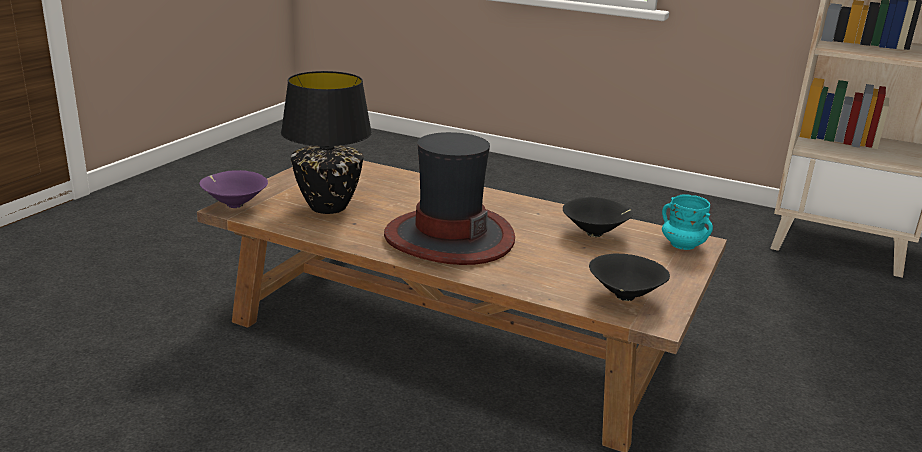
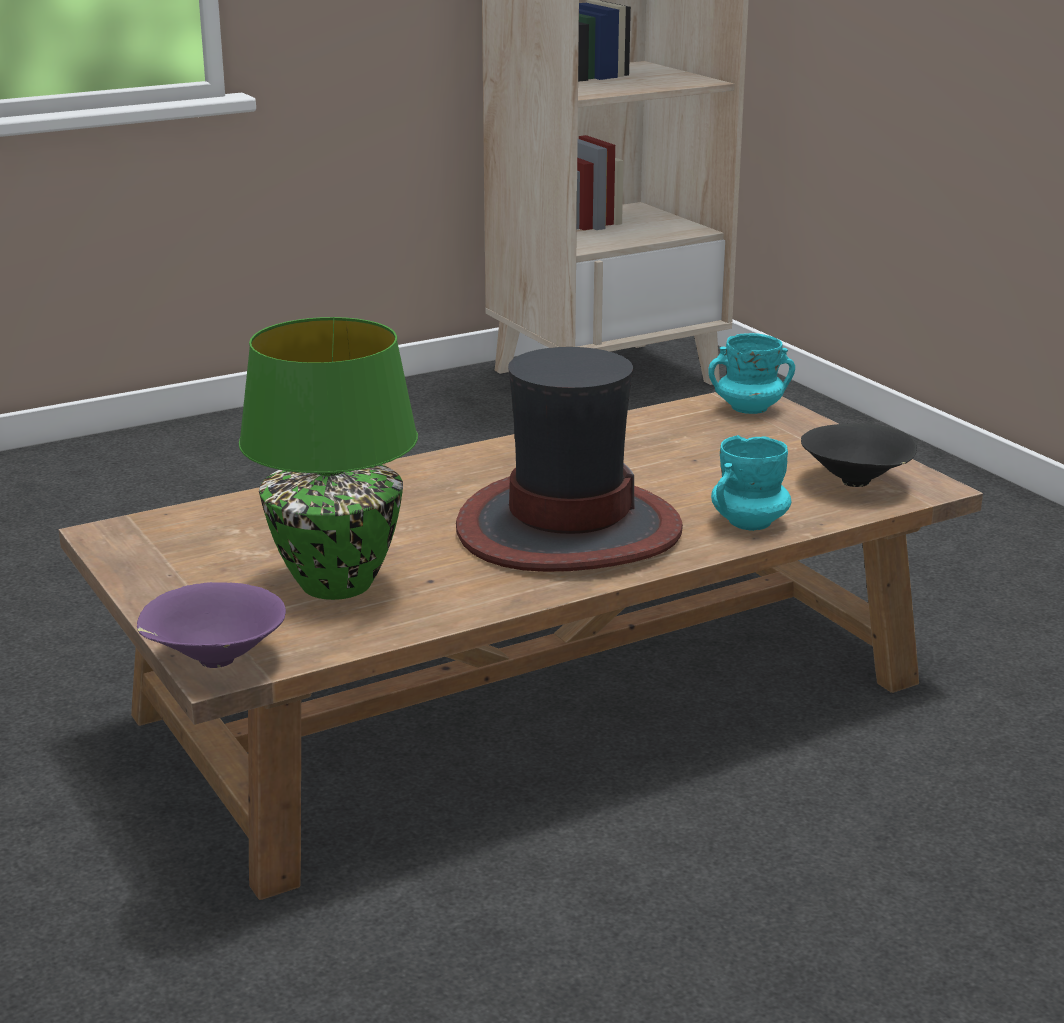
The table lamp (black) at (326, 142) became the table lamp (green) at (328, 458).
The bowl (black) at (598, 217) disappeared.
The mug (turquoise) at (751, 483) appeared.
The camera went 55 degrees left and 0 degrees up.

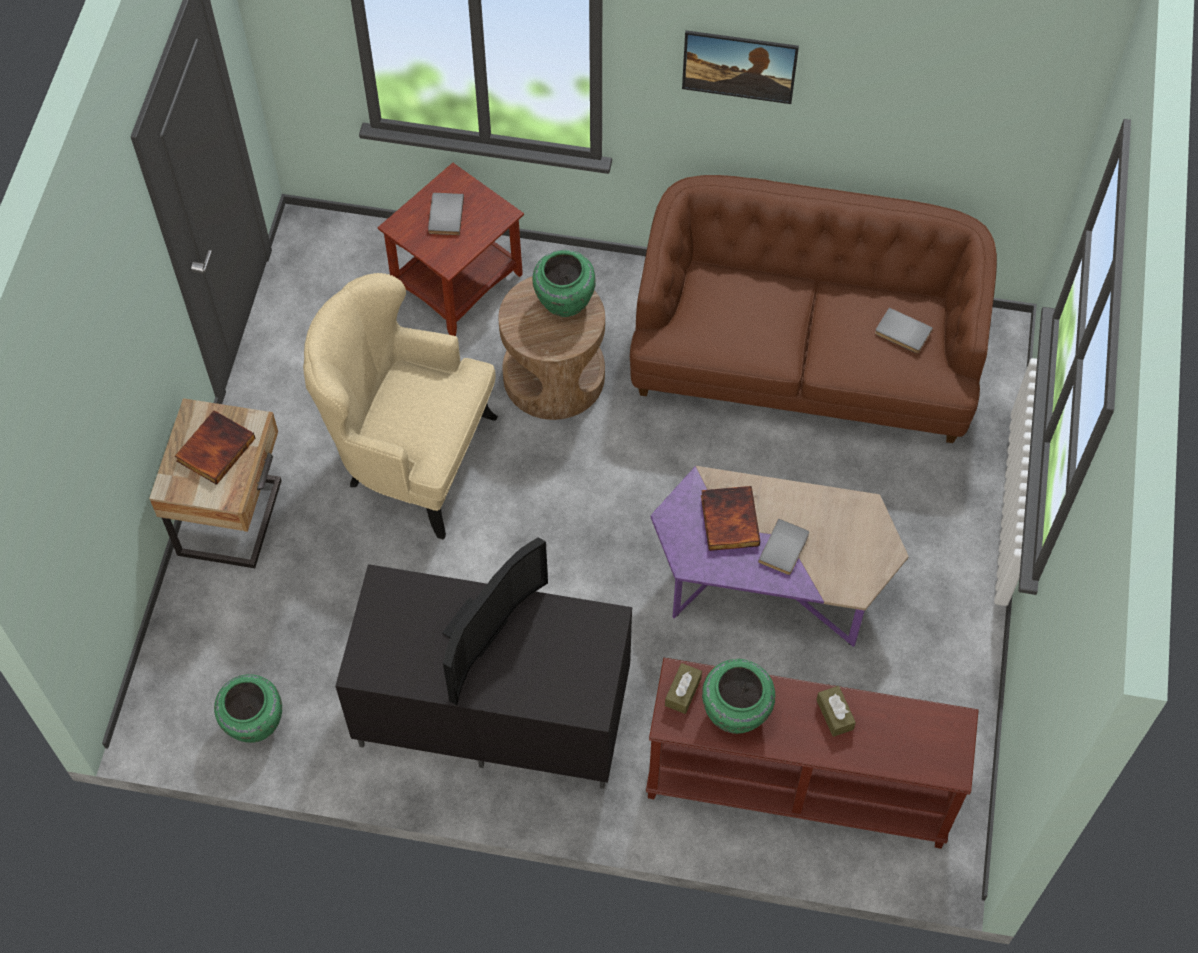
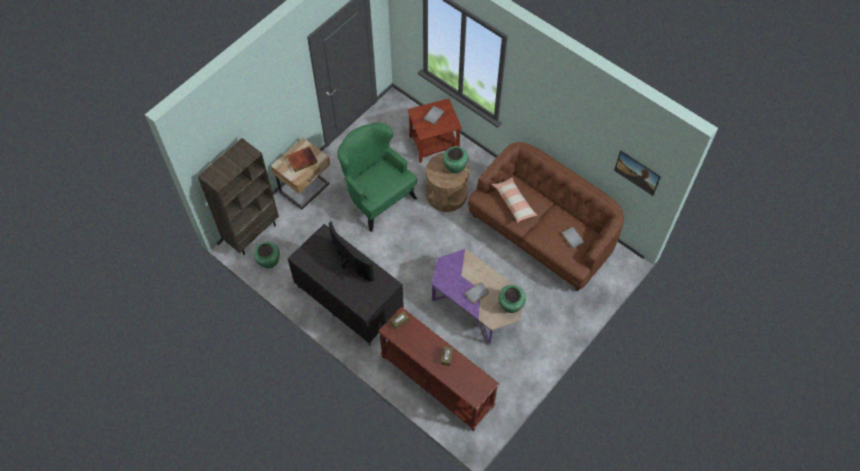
The picture moved from (740, 67) to (637, 173).
The armchair (beige) at (400, 406) became the armchair (green) at (377, 177).
The book at (730, 518) disappeared.
The television at (495, 621) turned 105 degrees counterclockwise.
The vase (green) moved from (738, 696) to (512, 299).
The bookcase (brown) at (238, 196) appeared.
The pillow at (515, 200) appeared.
The camera went 30 degrees right and 0 degrees up.

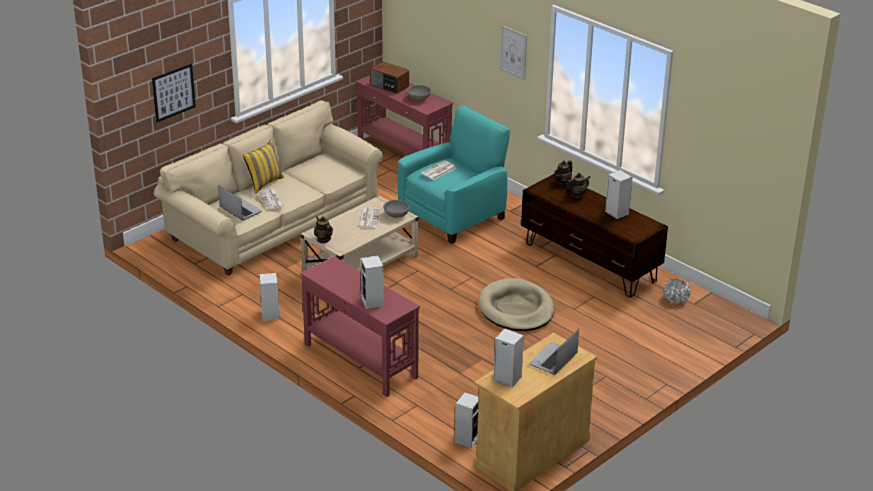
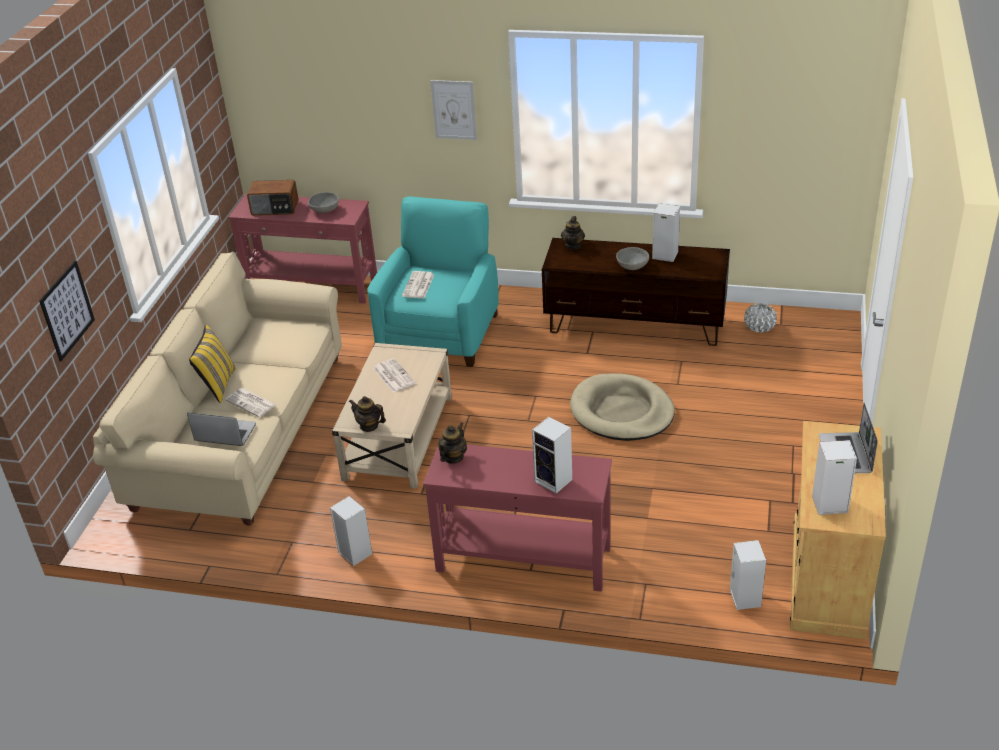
The teapot moved from (578, 186) to (452, 443).
The bowl (grey) moved from (396, 209) to (632, 258).
The camera went 30 degrees left and 5 degrees up.

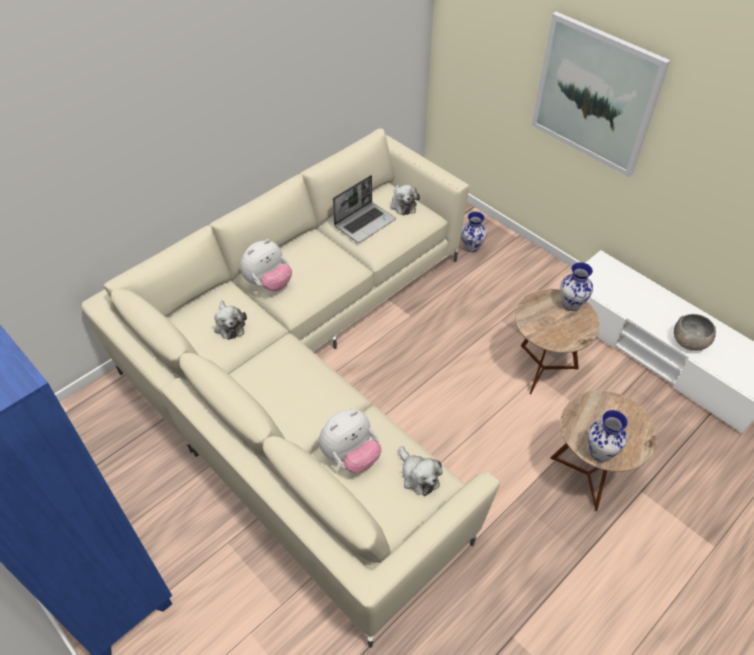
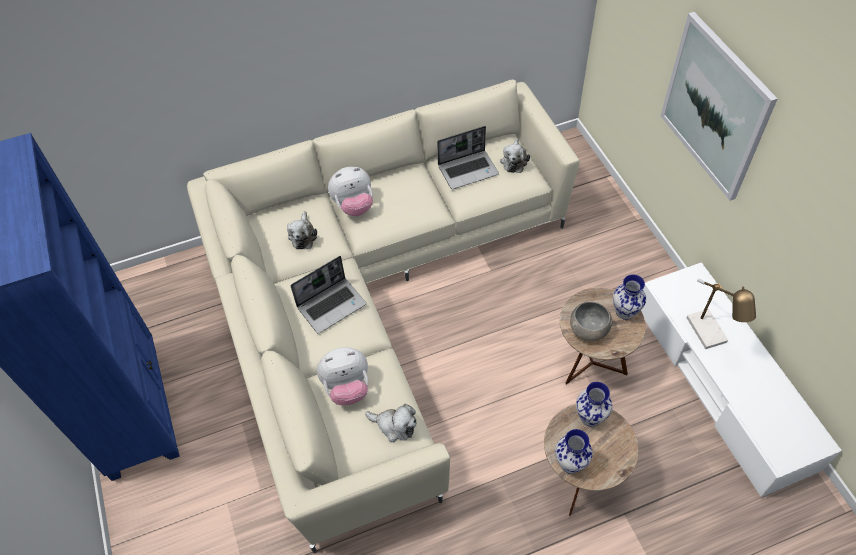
The vase moved from (474, 232) to (594, 404).
The bowl (grey) moved from (695, 332) to (591, 321).
The plush toy at (421, 471) turned 60 degrees counterclockwise.
The laptop at (328, 295) appeared.
The table lamp at (721, 314) appeared.
The camera went 25 degrees right and 5 degrees up.

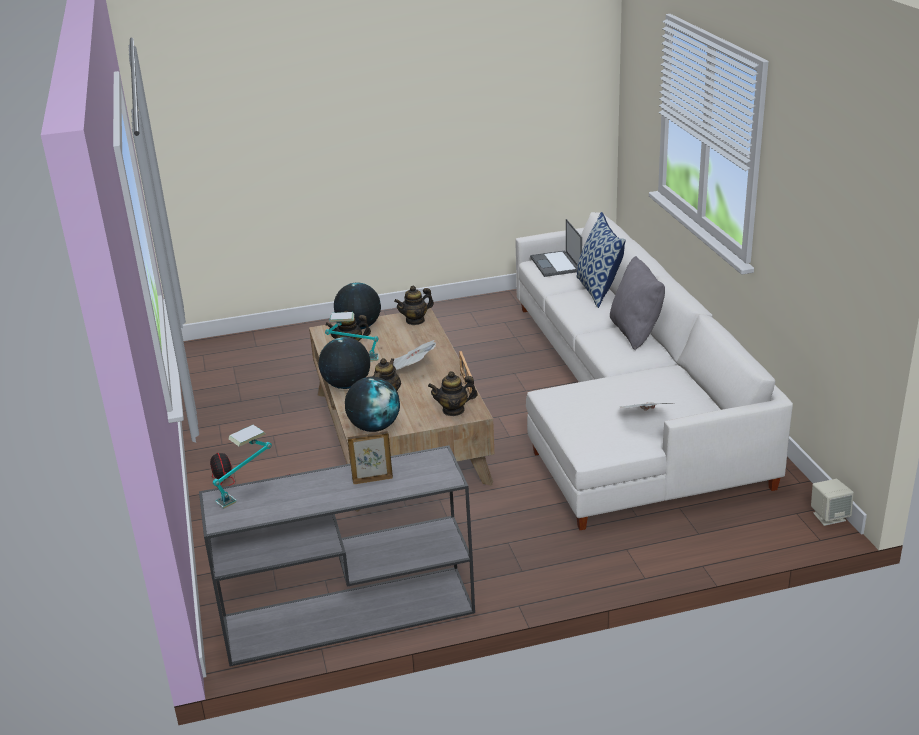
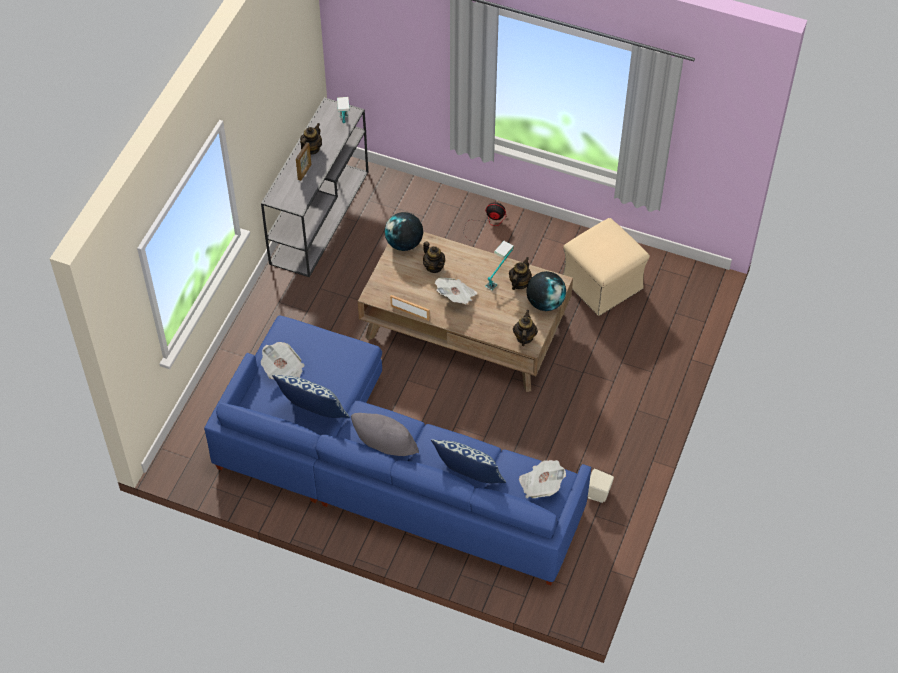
The sofa (white) at (654, 371) became the sofa (blue) at (397, 450).
The laptop at (556, 248) was replaced by the newspaper at (542, 479).
The globe at (344, 363) disappeared.
The teapot moved from (453, 393) to (311, 138).
The speaker (beige) moved from (832, 502) to (601, 486).
The ottoman (beige) at (606, 267) appeared.
The pillow at (311, 396) appeared.
The camera went 125 degrees right and 25 degrees up.

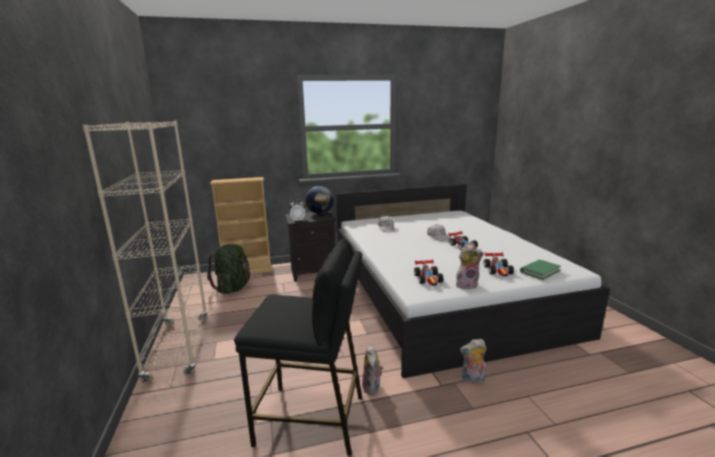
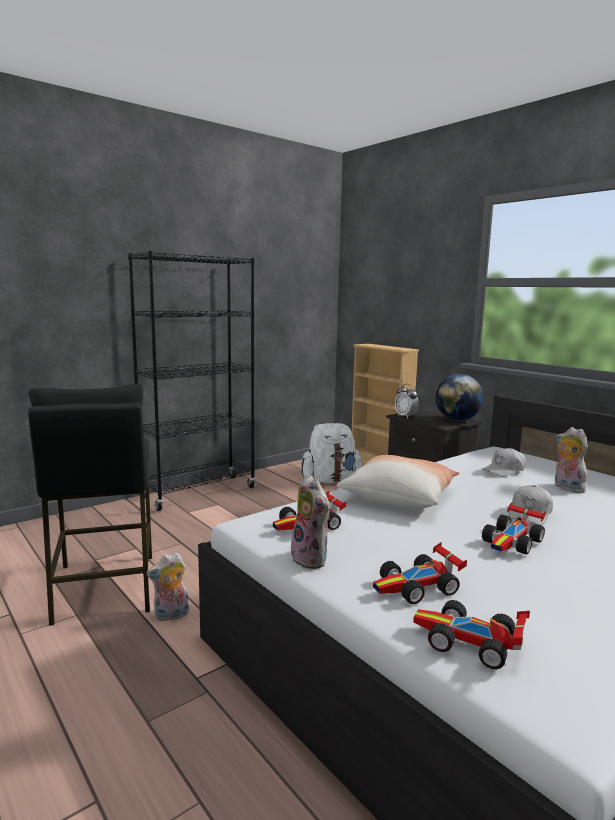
The bookcase (beige) at (145, 252) became the bookcase (black) at (191, 381).
The backpack (green) at (228, 269) became the backpack (white) at (331, 453).
The book (green) at (540, 269) was replaced by the toy car at (471, 634).
The plush toy moved from (473, 361) to (571, 460).
The pillow at (397, 481) appeared.
The camera went 65 degrees right and 5 degrees down.

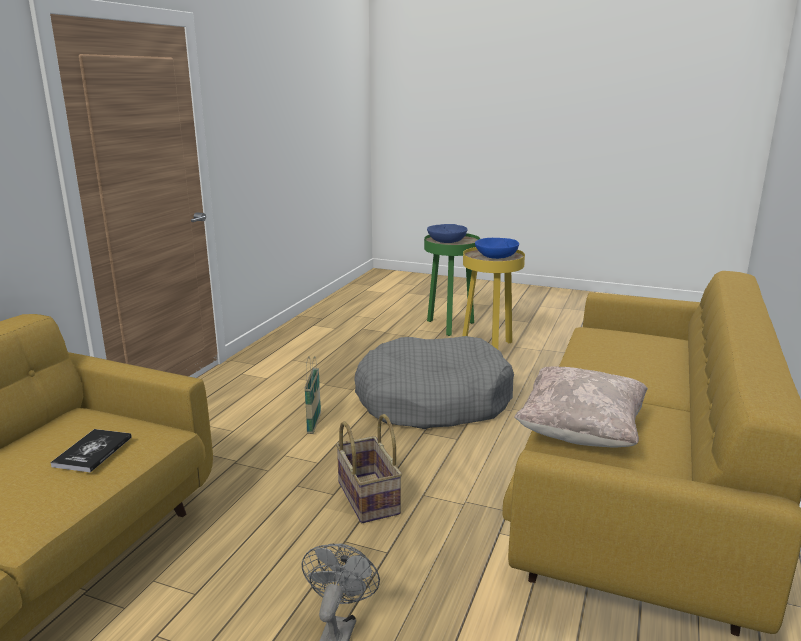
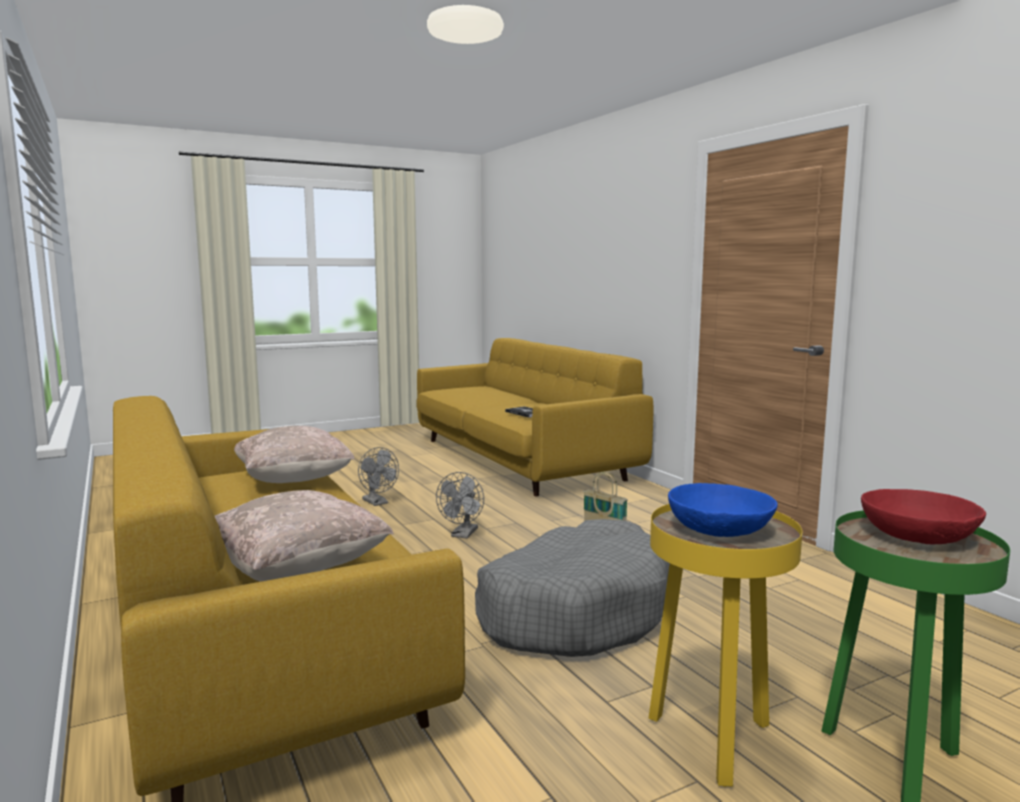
The bowl (blue) at (447, 233) became the bowl (red) at (923, 516).
The basket at (369, 468) was replaced by the fan (grey) at (460, 505).
The pillow (beige) at (304, 536) appeared.
The camera went 130 degrees right and 10 degrees down.

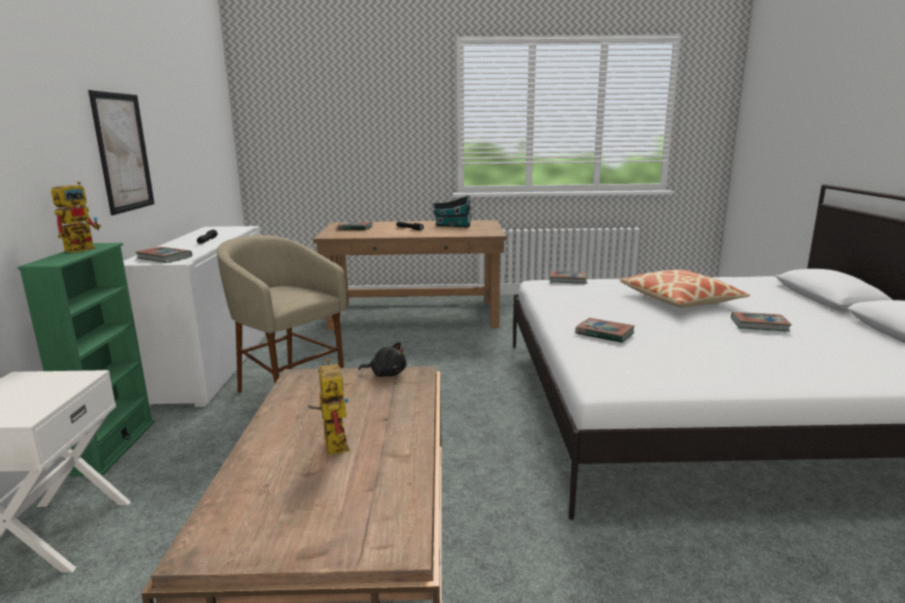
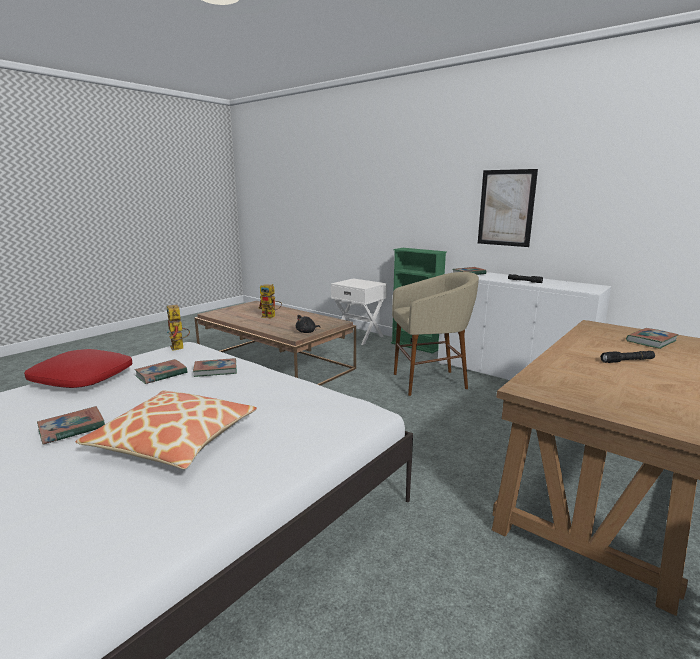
The toy robot moved from (76, 217) to (178, 328).
The toy house at (452, 211) disappeared.
The book moved from (569, 277) to (161, 371).
The pillow (red) at (78, 368) appeared.
The camera went 130 degrees right and 0 degrees up.

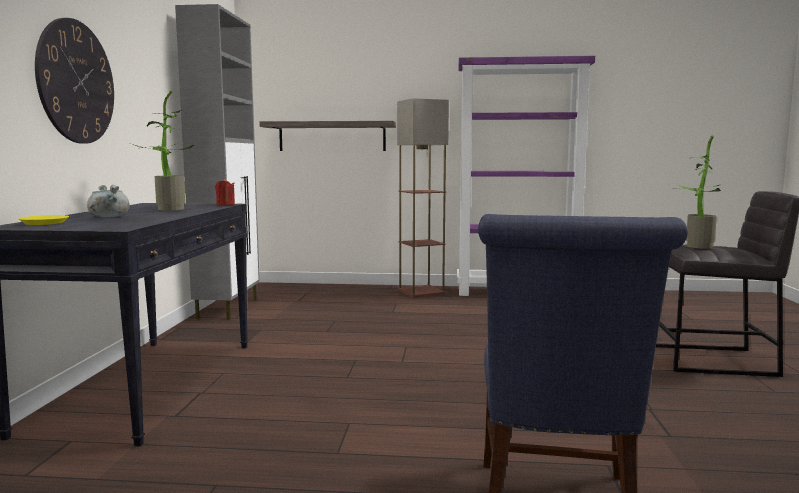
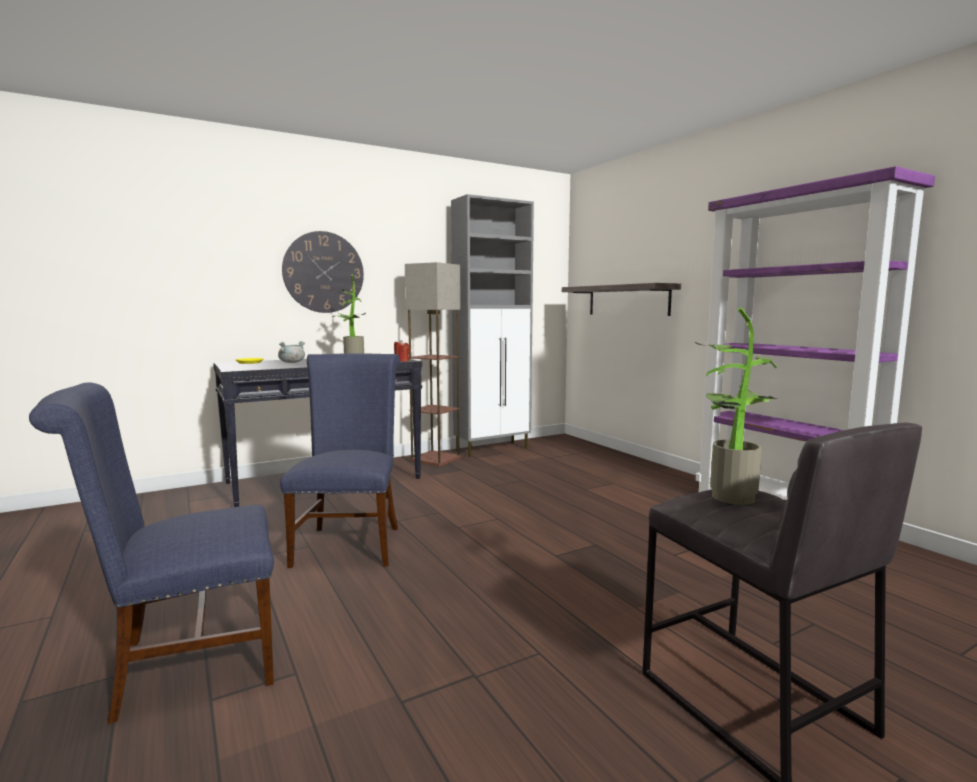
The floor lamp moved from (423, 198) to (433, 364).
The chair (blue) at (340, 460) appeared.
The camera went 55 degrees right and 0 degrees up.

